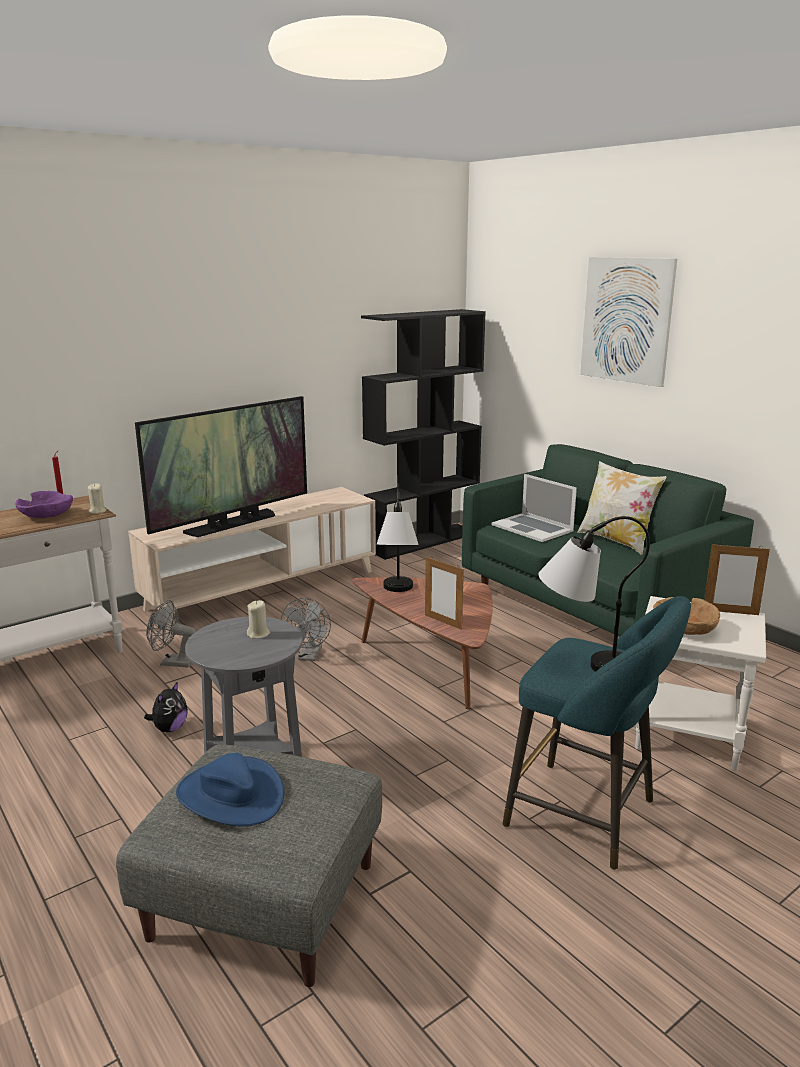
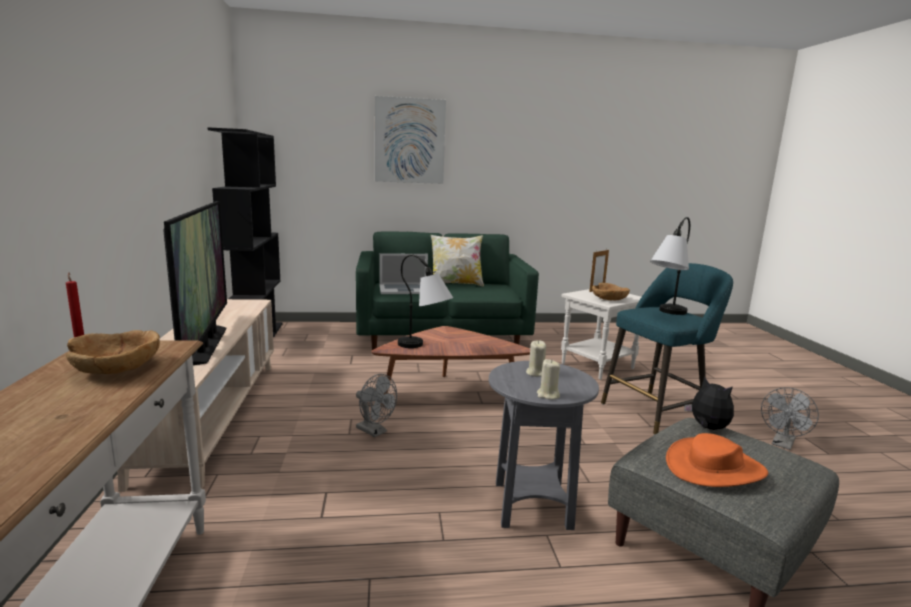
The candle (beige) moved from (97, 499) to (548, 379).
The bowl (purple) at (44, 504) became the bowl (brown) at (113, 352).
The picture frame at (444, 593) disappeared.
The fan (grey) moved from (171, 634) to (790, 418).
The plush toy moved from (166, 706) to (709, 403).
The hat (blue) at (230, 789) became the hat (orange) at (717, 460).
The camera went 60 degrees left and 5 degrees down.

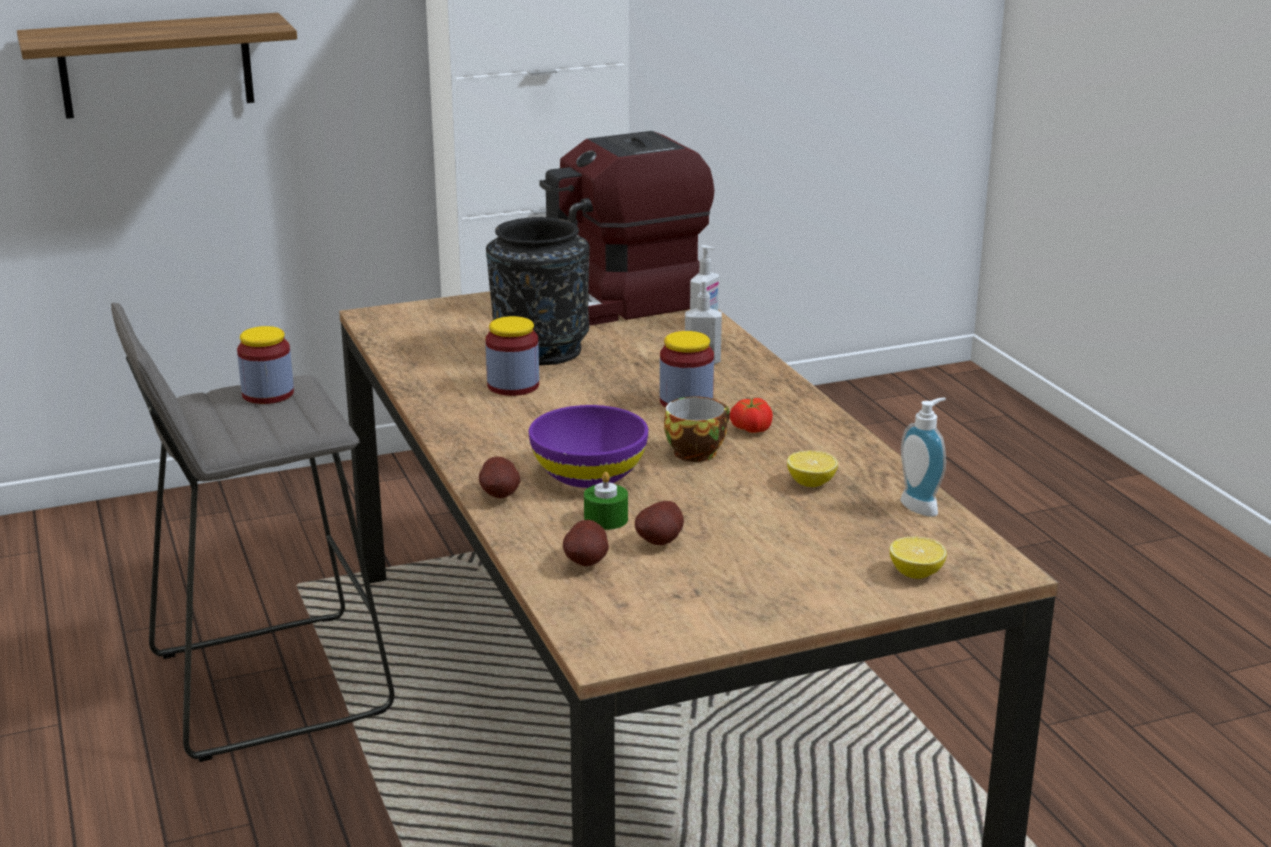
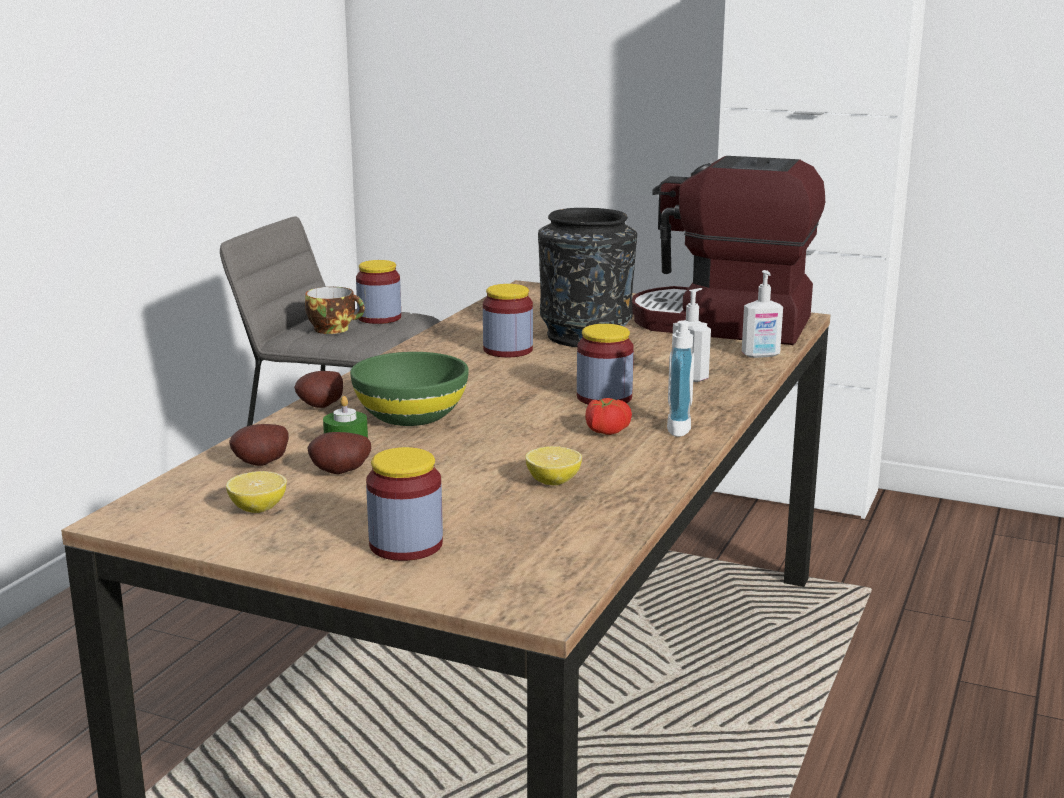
The shelf at (157, 66) disappeared.
The cup moved from (697, 429) to (335, 310).
The soap dispenser moved from (923, 457) to (687, 379).
The bowl (purple) at (588, 446) became the bowl (green) at (409, 389).
The lemon moved from (918, 558) to (256, 492).
The jar at (404, 504) appeared.
The camera went 45 degrees right and 5 degrees down.

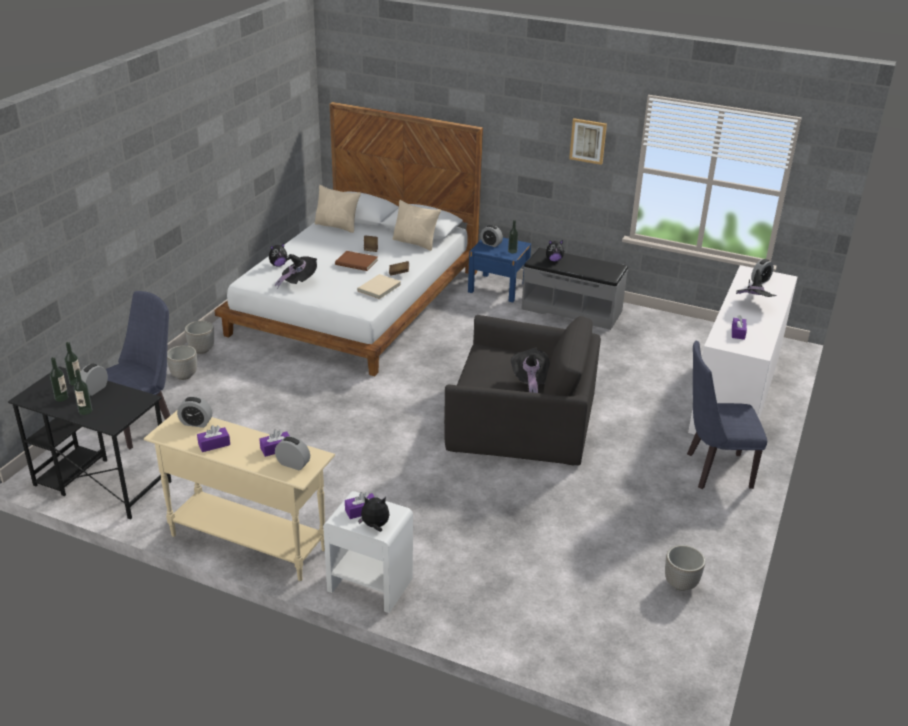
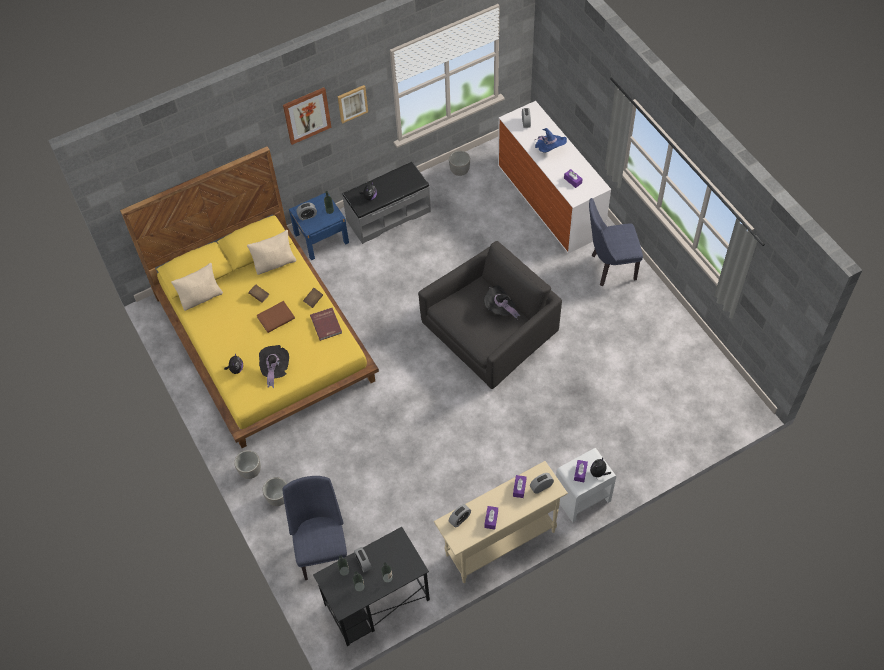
The bed (white) at (349, 239) became the bed (yellow) at (249, 297).
The hat (black) at (756, 283) became the hat (blue) at (551, 140).
The book (beige) at (379, 286) became the book (red) at (326, 324).
The chair (blue) at (727, 415) turned 45 degrees clockwise.
The planter moved from (685, 568) to (459, 163).
The picture at (307, 116) appeared.
The camera went 50 degrees left and 25 degrees up.

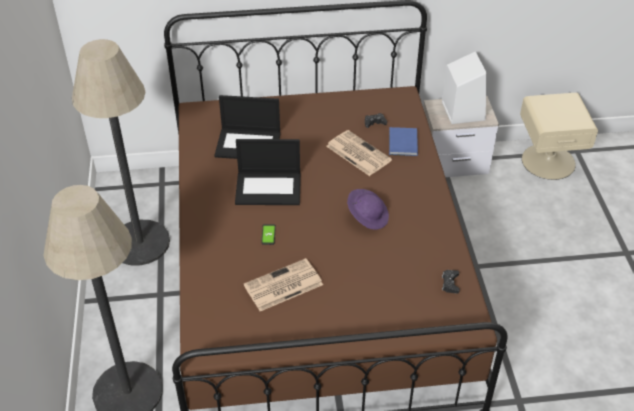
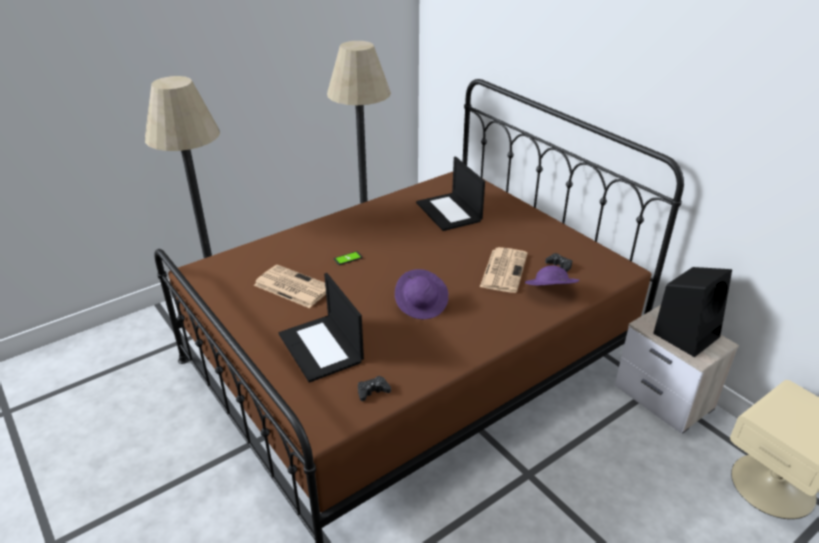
The speaker (white) at (464, 87) became the speaker (black) at (692, 312).
The book (blue) at (403, 141) was replaced by the hat (purple) at (552, 275).
The laptop moved from (268, 172) to (321, 328).
The camera went 60 degrees right and 10 degrees down.

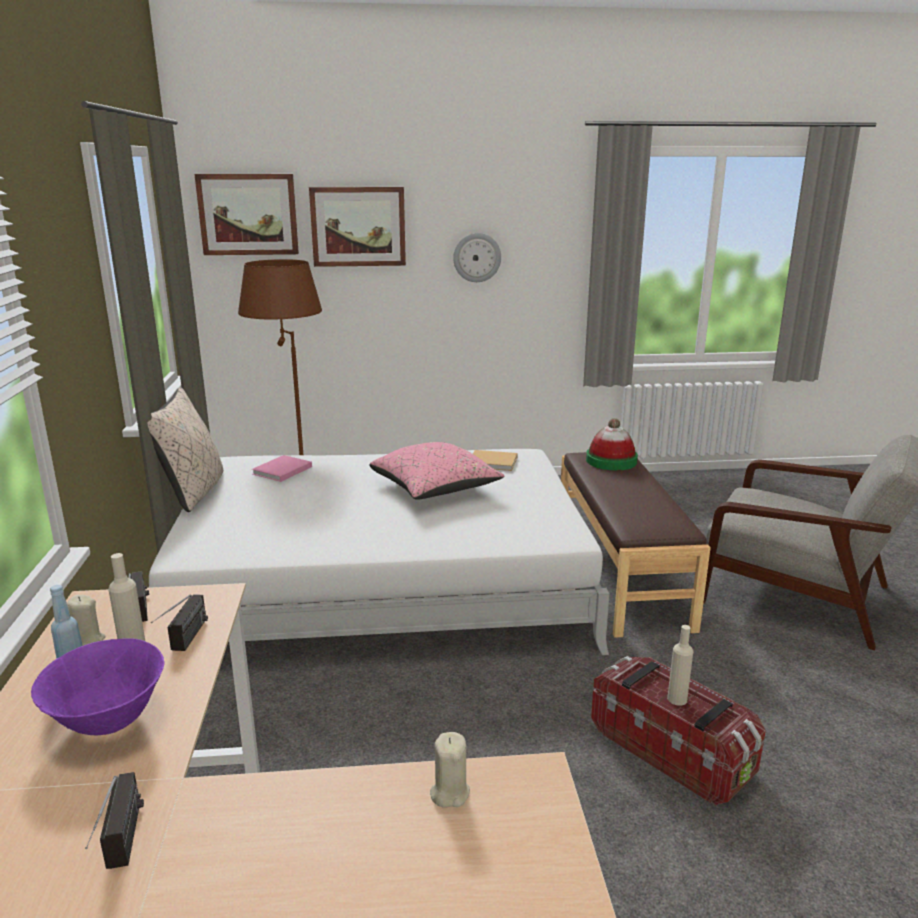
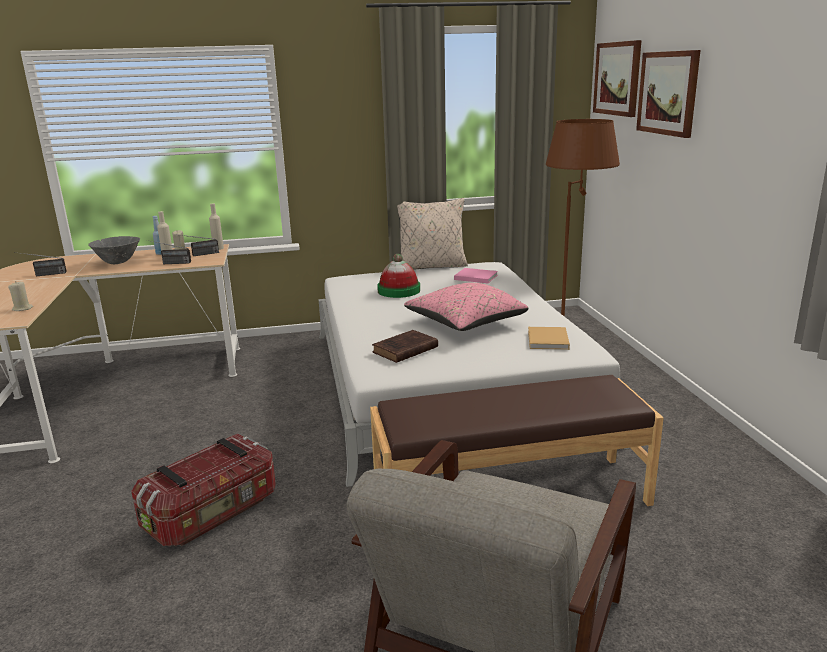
The wall clock at (477, 257) disappeared.
The hat moved from (612, 444) to (398, 276).
The bottle (beige) moved from (680, 665) to (216, 226).
The bowl (purple) at (97, 687) became the bowl (grey) at (114, 250).
The book (brown) at (405, 346) appeared.
The camera went 85 degrees right and 0 degrees up.

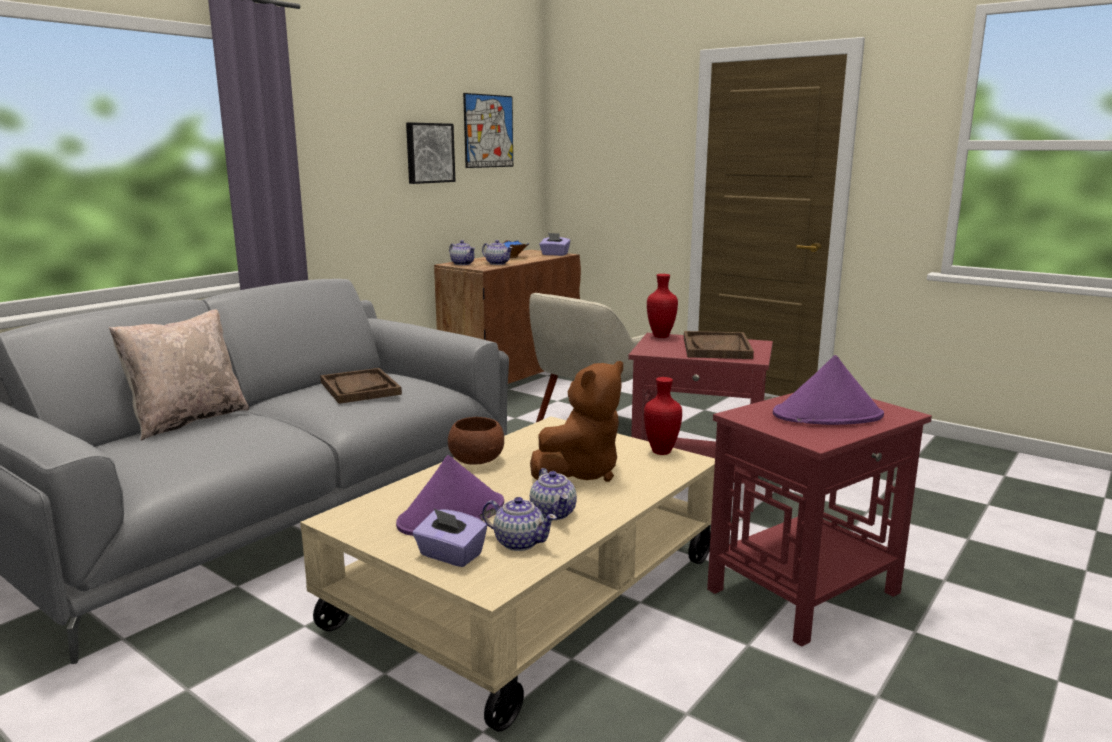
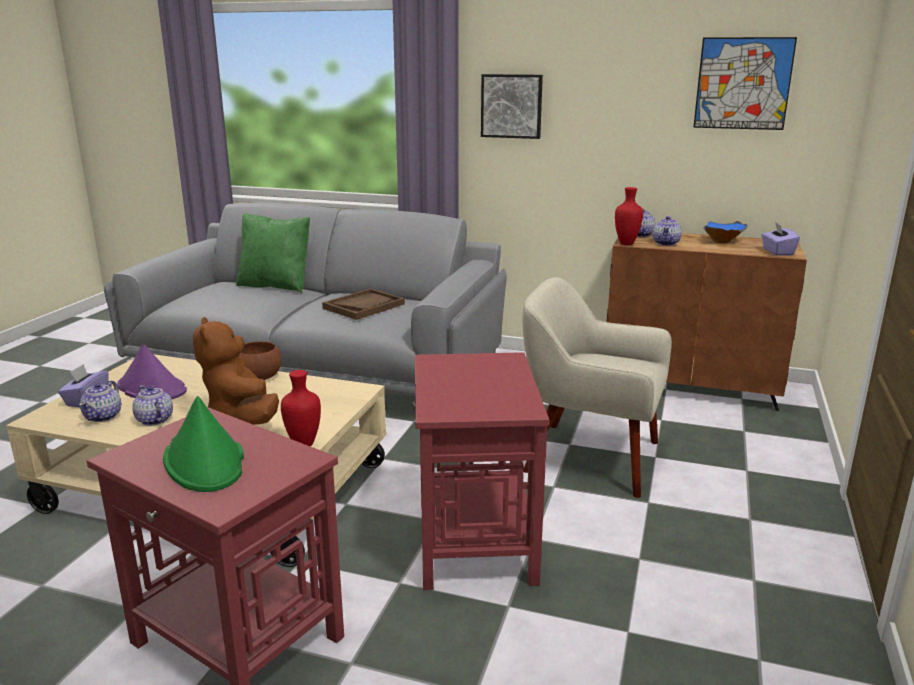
The picture moved from (430, 153) to (512, 106).
The vase (red) moved from (662, 306) to (629, 216).
The pillow (beige) at (179, 374) became the pillow (green) at (273, 253).
The tray (brown) at (719, 345) disappeared.
The hat (purple) at (828, 390) became the hat (green) at (203, 444).
The plush toy (brown) at (576, 421) turned 45 degrees clockwise.
The teapot at (553, 494) turned 90 degrees clockwise.
The camera went 70 degrees right and 5 degrees up.

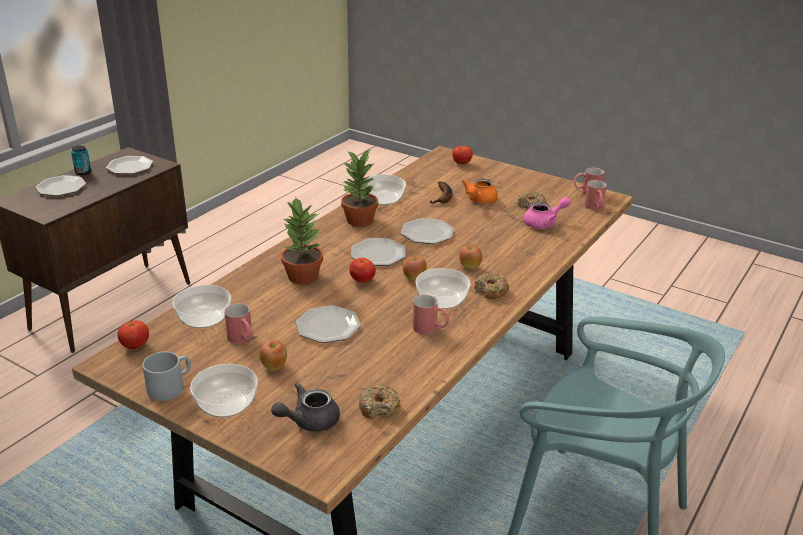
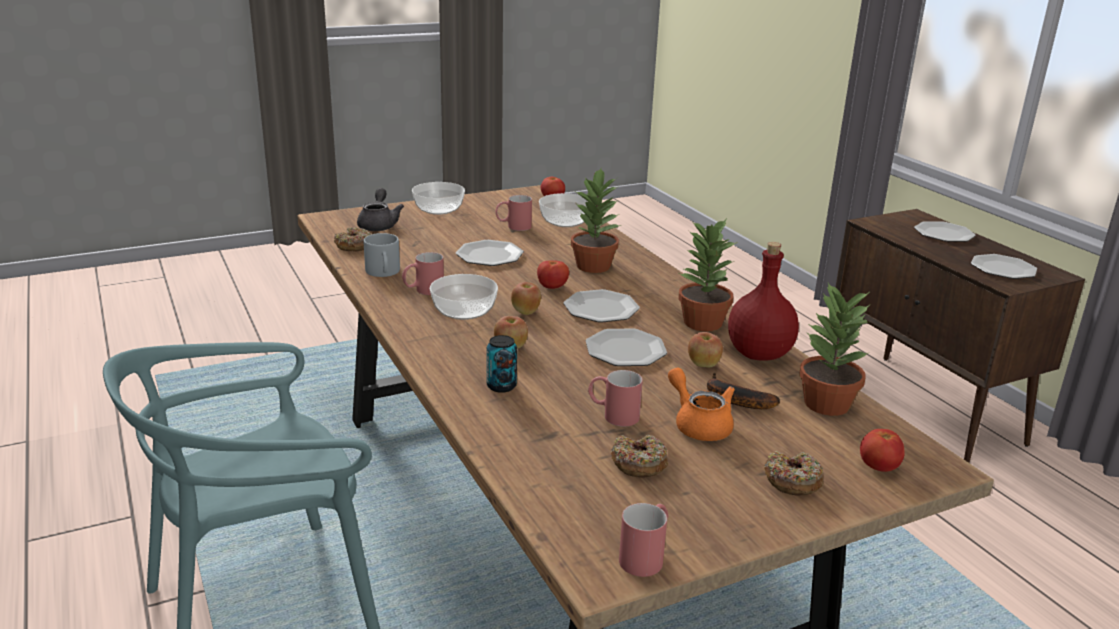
The can moved from (81, 160) to (502, 364).
The bowl at (385, 189) was replaced by the bottle (red) at (763, 301).
The mug (red) moved from (595, 195) to (615, 398).
The teapot (pink) at (547, 213) disappeared.
The donut moved from (491, 286) to (794, 473).
The apple moved from (273, 355) to (705, 350).
The mug (grey) moved from (166, 376) to (382, 255).
The potted plant at (834, 349) appeared.
The camera went 120 degrees right and 5 degrees down.

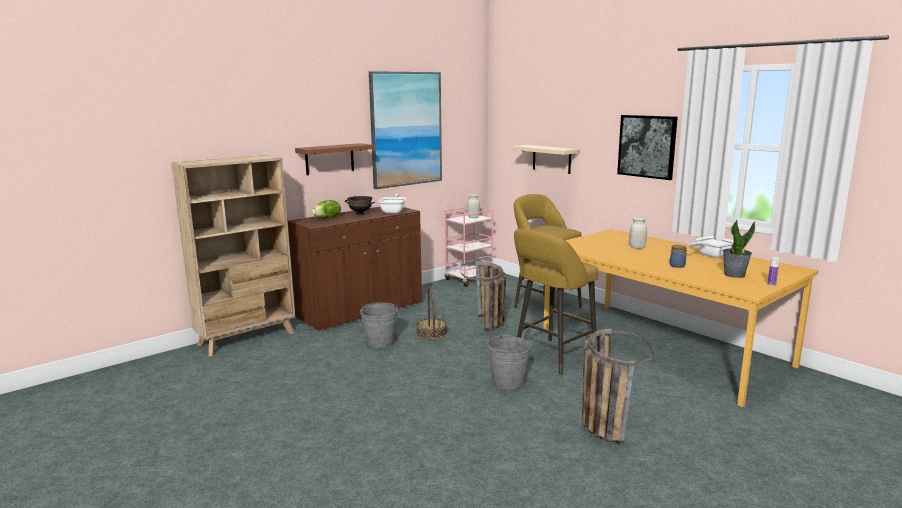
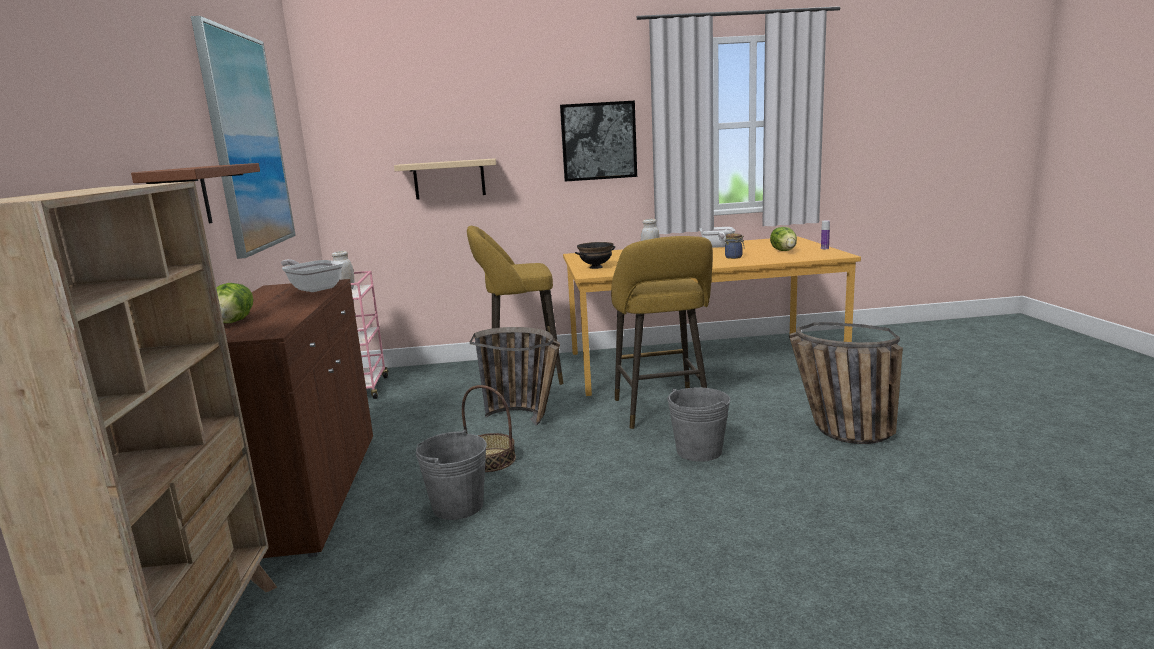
The bowl (black) moved from (360, 205) to (595, 255).
The potted plant at (739, 249) was replaced by the lettuce at (783, 239).
The camera went 55 degrees left and 0 degrees up.

